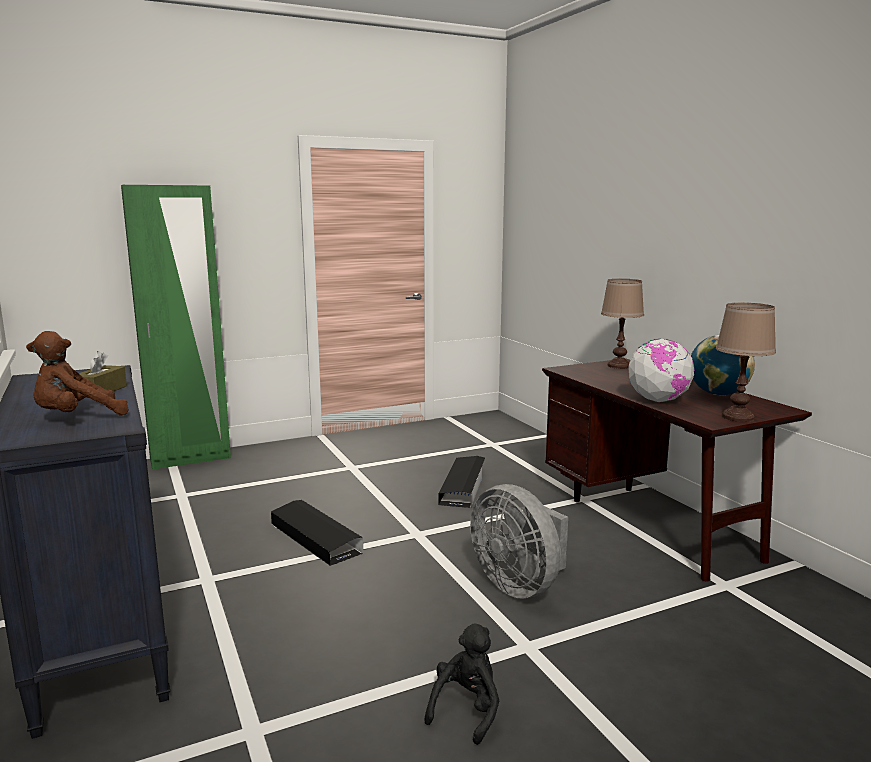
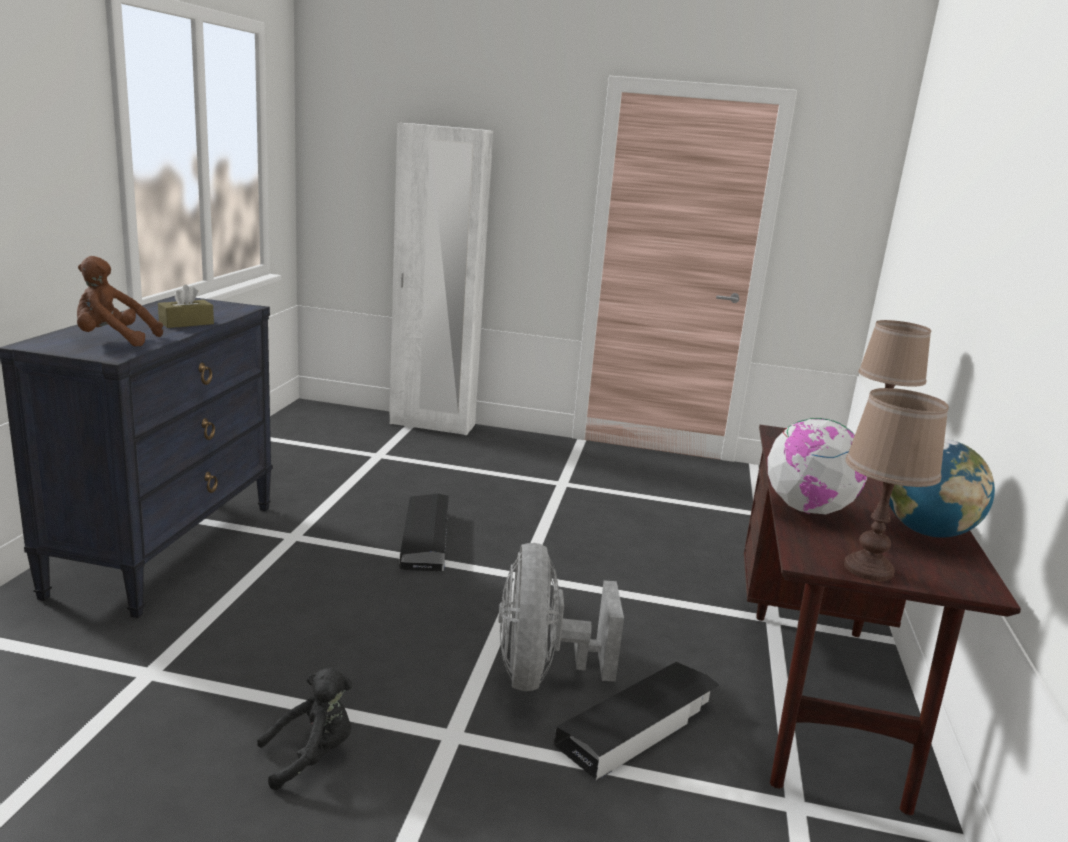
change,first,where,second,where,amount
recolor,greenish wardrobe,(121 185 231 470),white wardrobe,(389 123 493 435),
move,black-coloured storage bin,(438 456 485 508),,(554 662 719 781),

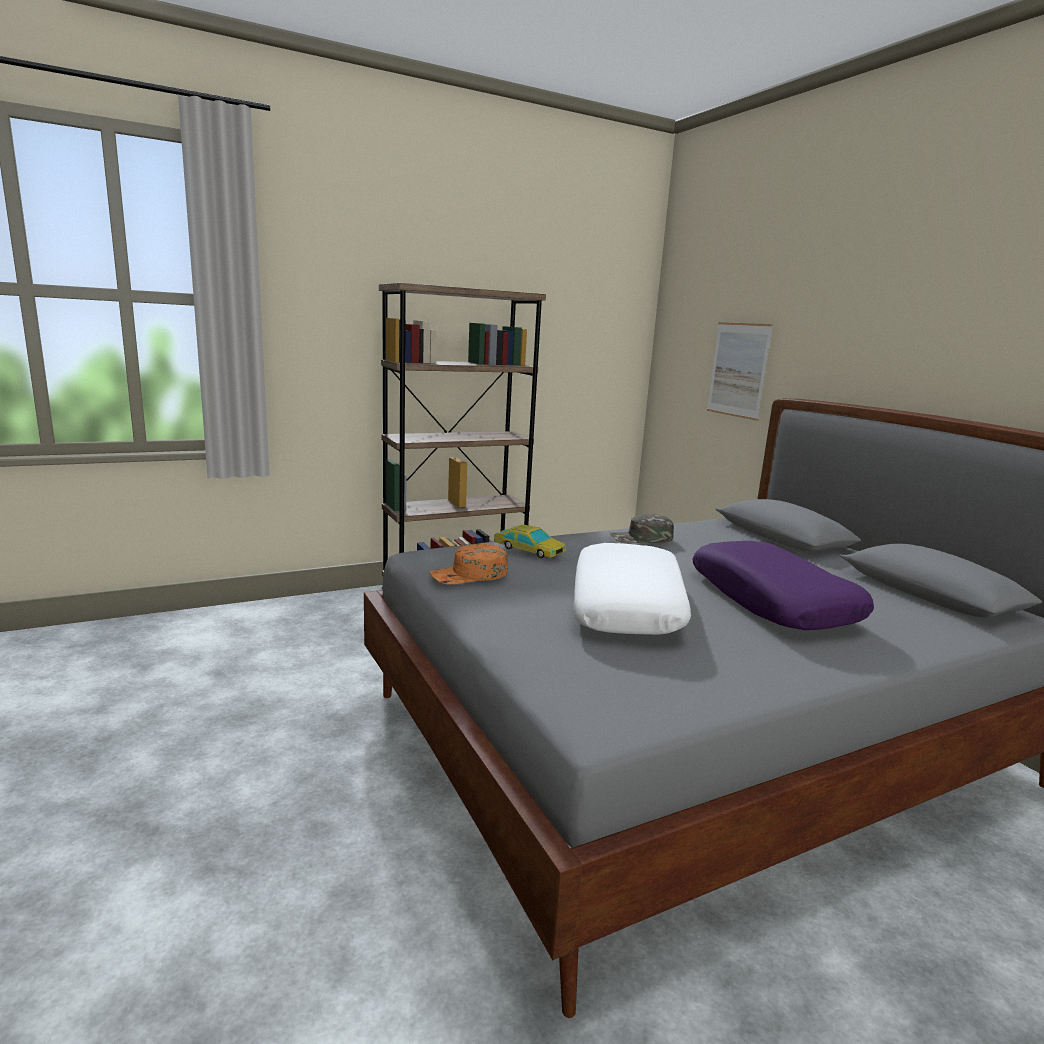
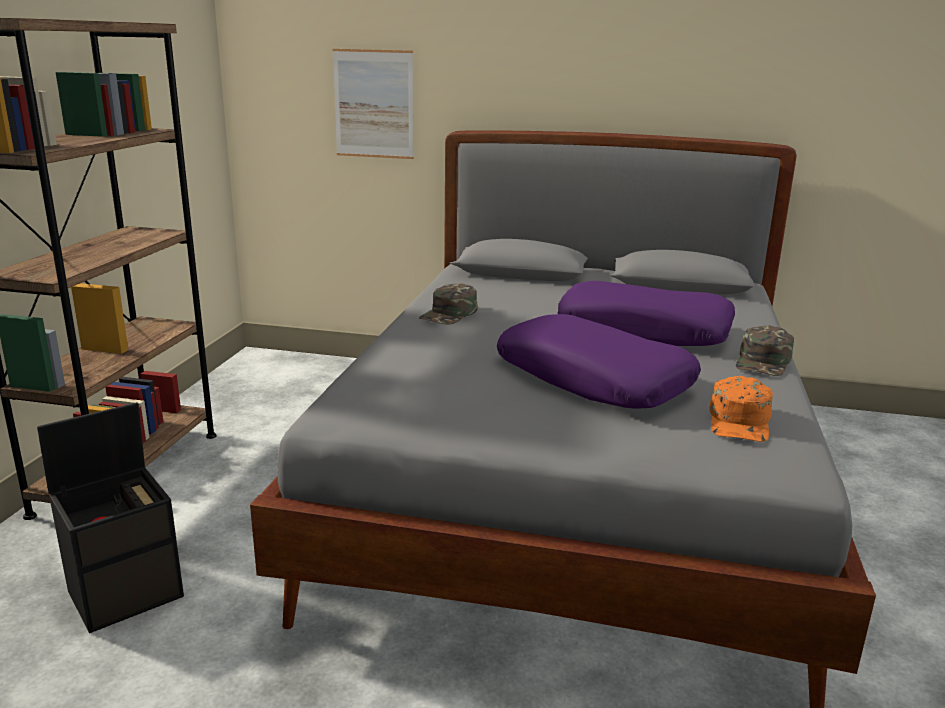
change,first,where,second,where,amount
insert,,,black-coloured storage bin,(37 402 184 633),
recolor,white cushion,(573 543 691 635),purplish cushion,(497 314 701 409),
move,orangey cap,(429 543 508 585),,(710 376 773 442),
insert,,,greenish cap,(736 325 794 376),
delete,model car,(494 525 566 558),,,

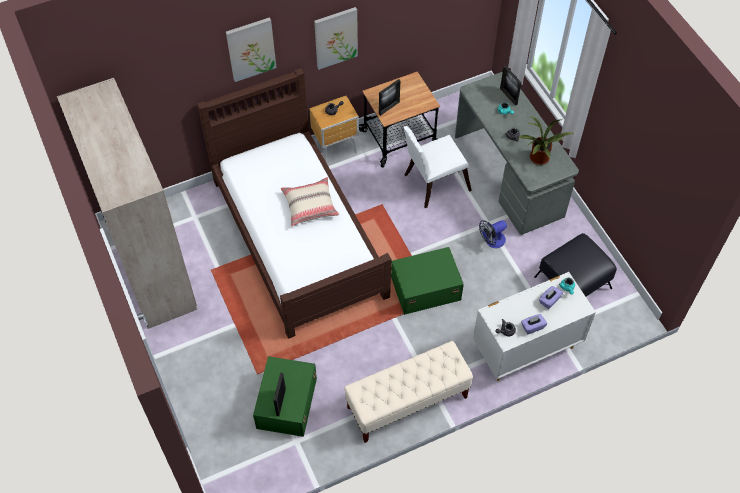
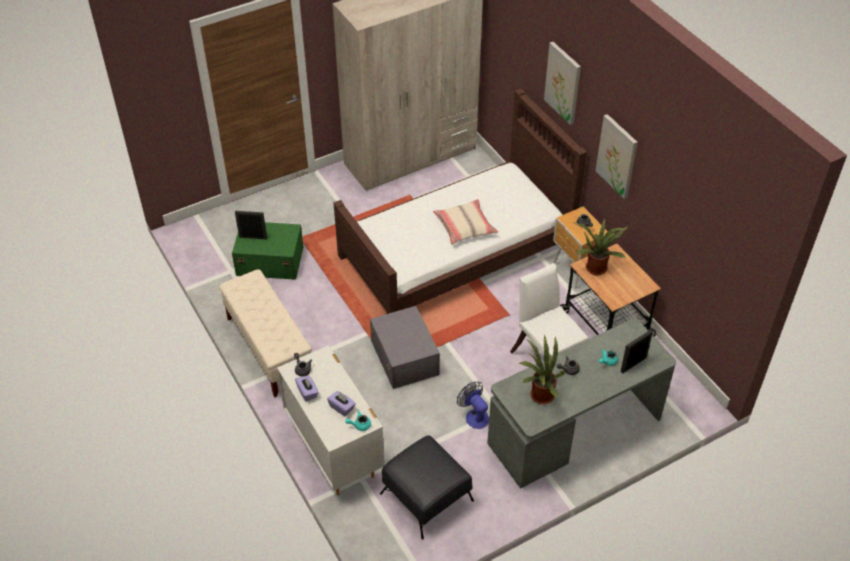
change,first,where,second,where,amount
recolor,greenish storage bin,(391 247 464 315),greyish storage bin,(370 306 440 389),
replace,standing frame,(379 79 400 116),potted plant,(574 219 628 275),

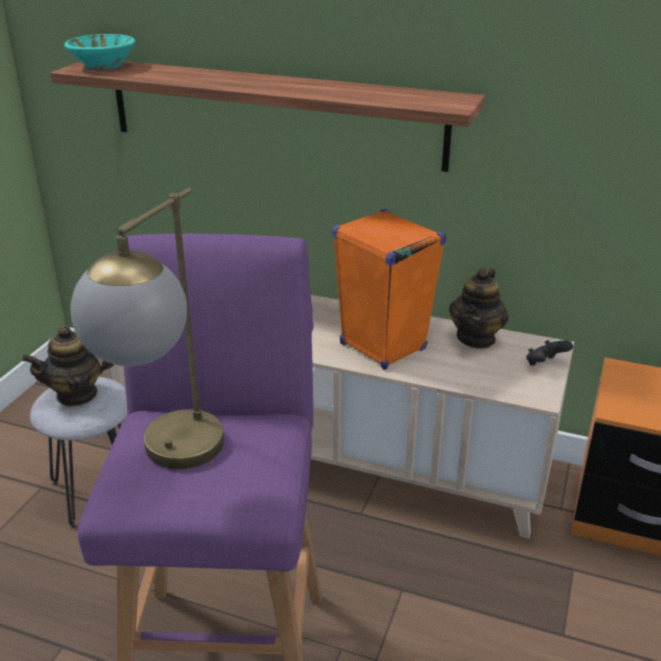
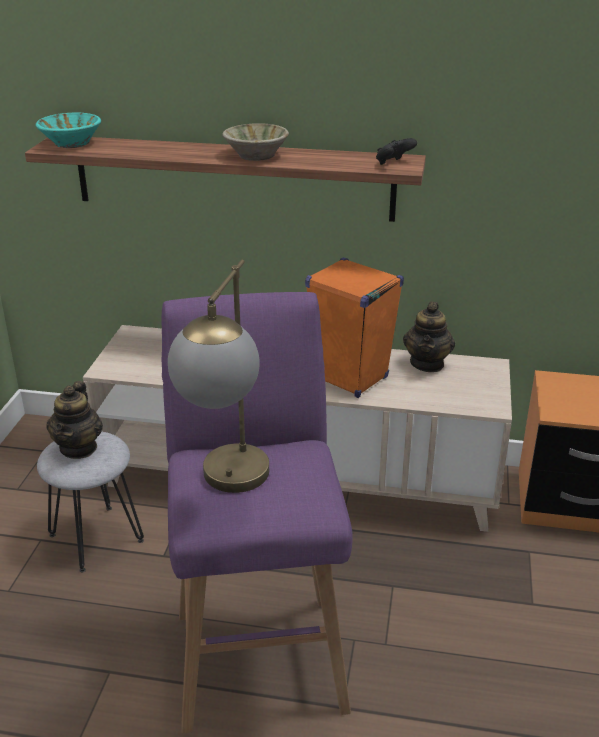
change,first,where,second,where,amount
rotate,pot for tea,(22 325 114 406),,(46 381 103 459),45 degrees counterclockwise
insert,,,sand-coloured deep dish,(222 123 289 161),
move,black-coloured game controller,(526 340 573 366),,(376 138 417 165),

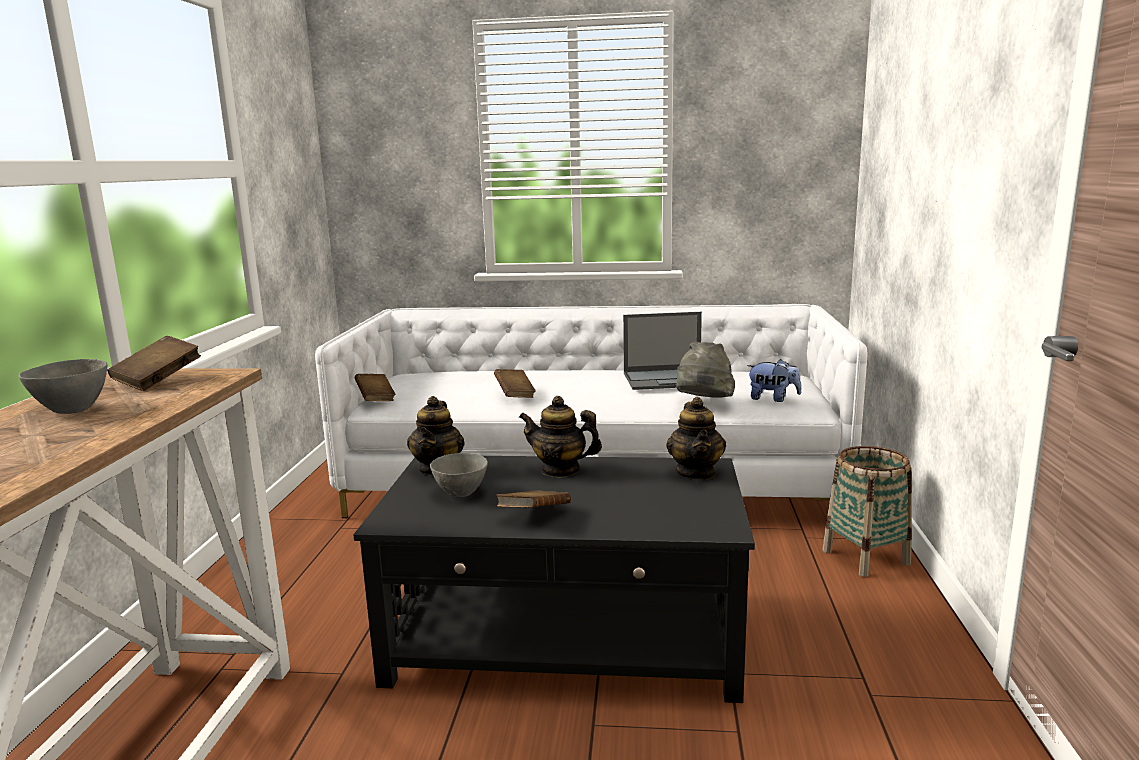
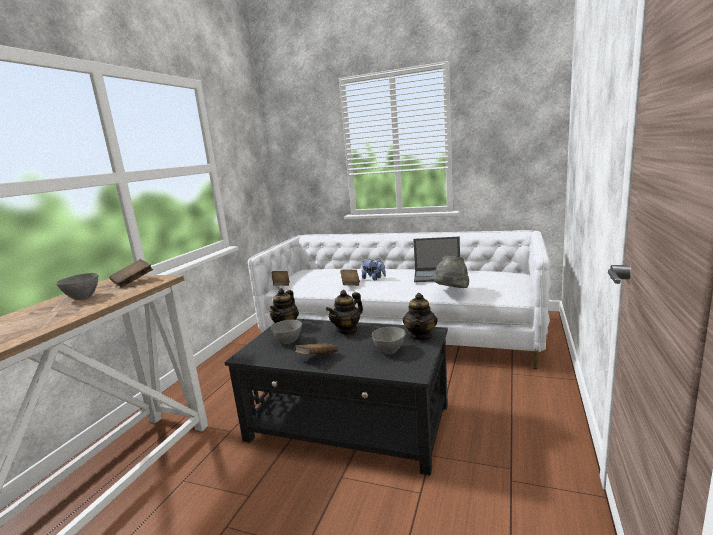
change,first,where,second,where,amount
rotate,pot for tea,(519 396 602 478),,(326 290 363 335),75 degrees counterclockwise
move,soft toy,(747 359 802 402),,(361 258 386 280),
insert,,,greyish deep dish,(372 327 406 354),
delete,storage basket,(823 446 912 577),,,

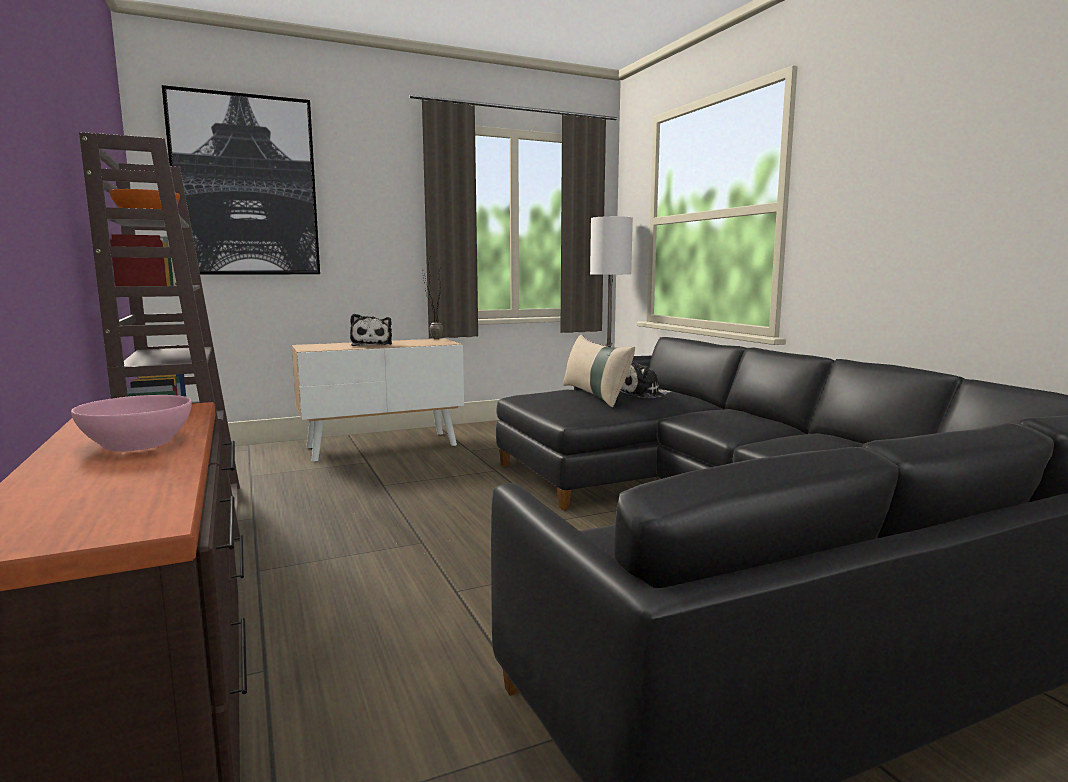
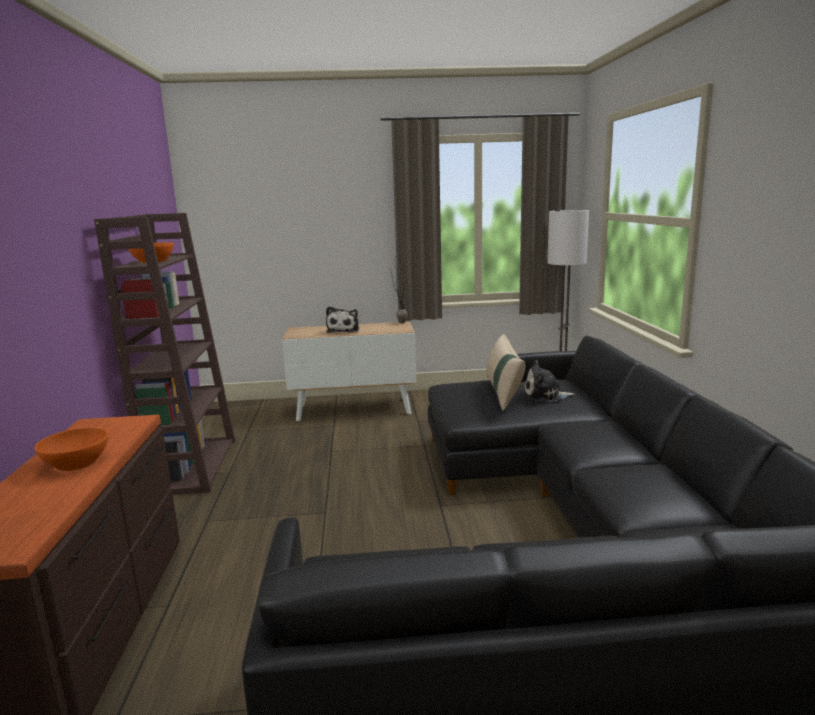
change,first,where,second,where,amount
recolor,pinkish deep dish,(71 395 192 451),orangey deep dish,(35 427 108 471),
delete,wall art,(162 85 320 275),,,

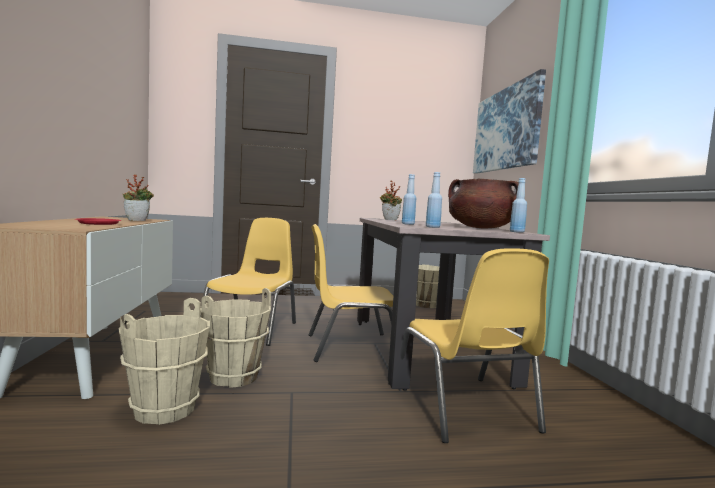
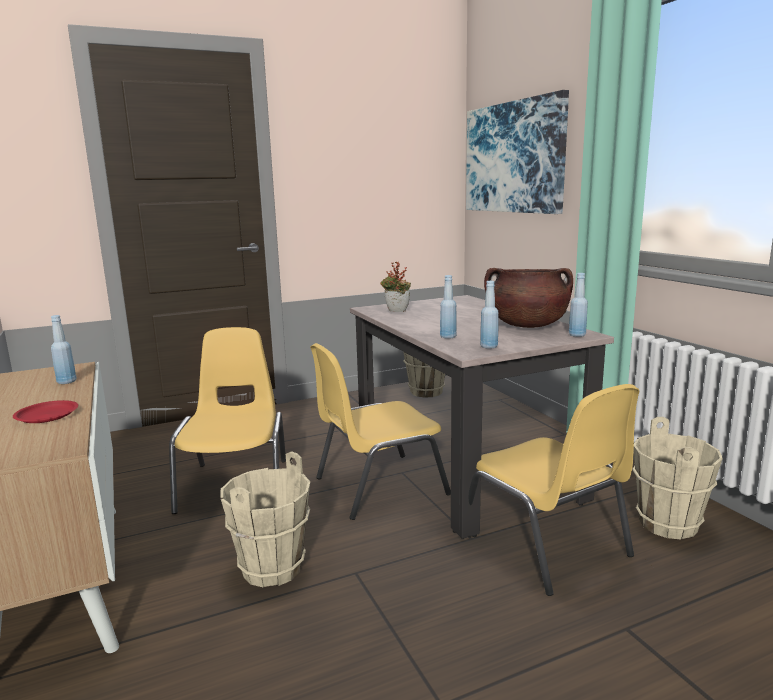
change,first,where,second,where,amount
replace,potted plant,(123 174 154 221),bluish drink bottle,(51 315 77 384),
move,sand-coloured water bucket,(118 298 210 425),,(632 417 723 539),

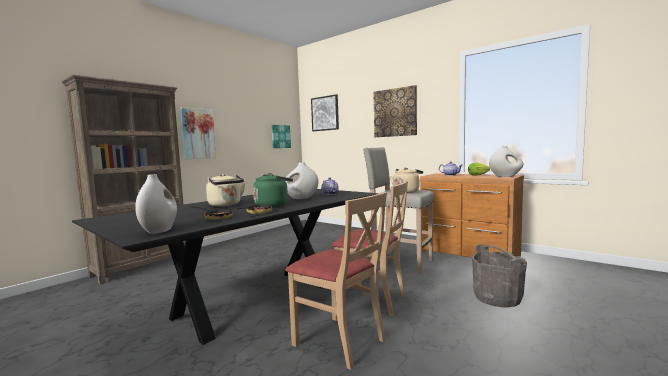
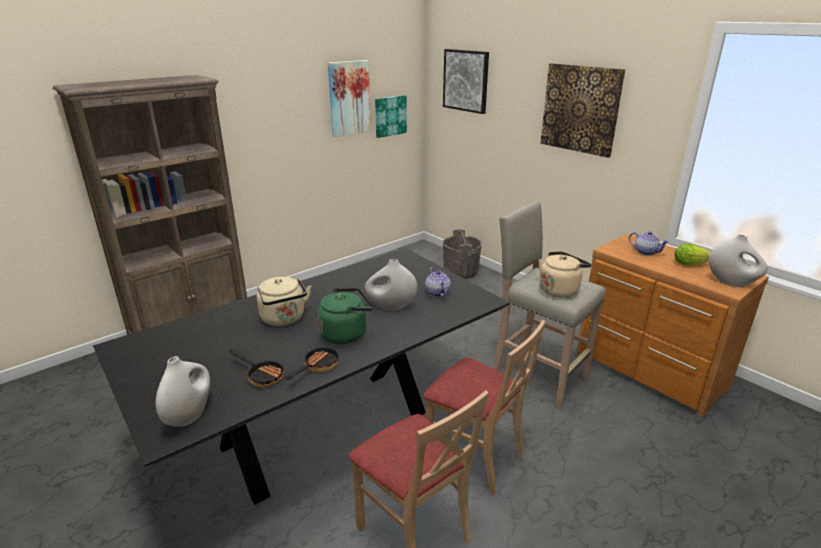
change,first,where,second,where,amount
move,wall art,(181 107 216 159),,(328 60 371 137),
move,greyish water bucket,(472 245 527 308),,(442 229 482 279),

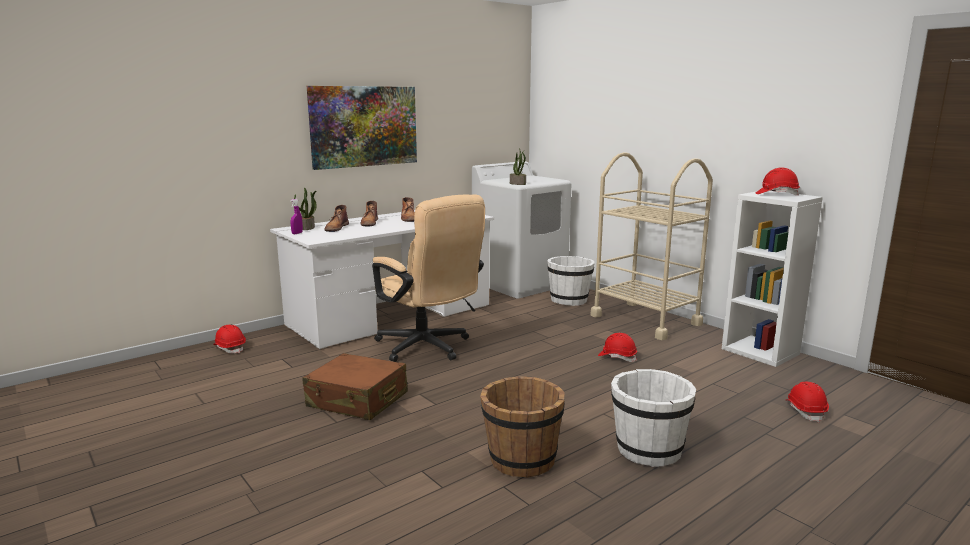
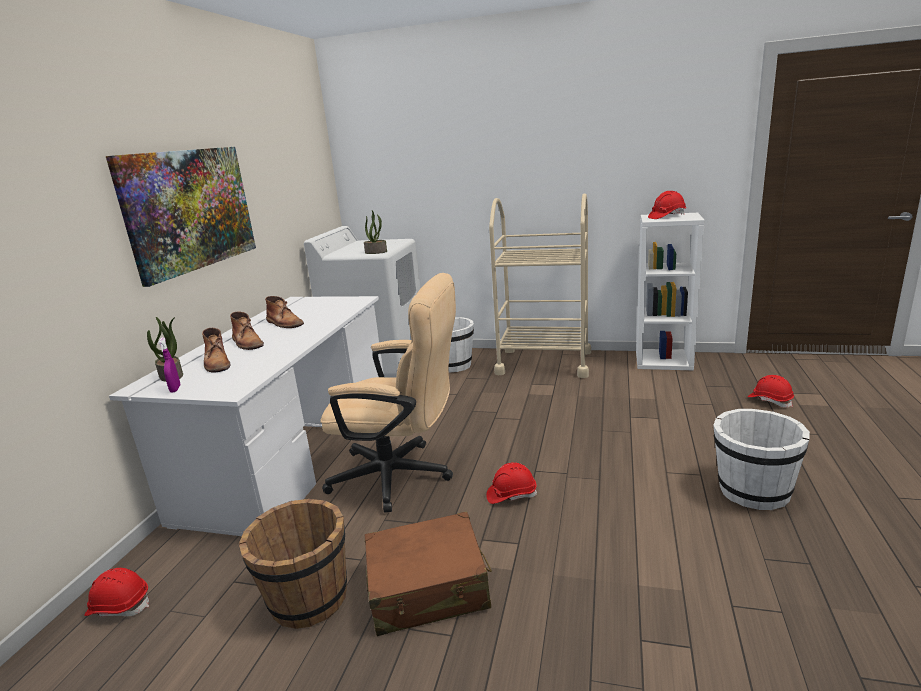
change,first,where,second,where,amount
move,brownish water bucket,(480 376 565 478),,(239 499 347 629),
move,reddish work helmet,(598 333 637 362),,(486 462 537 504),

